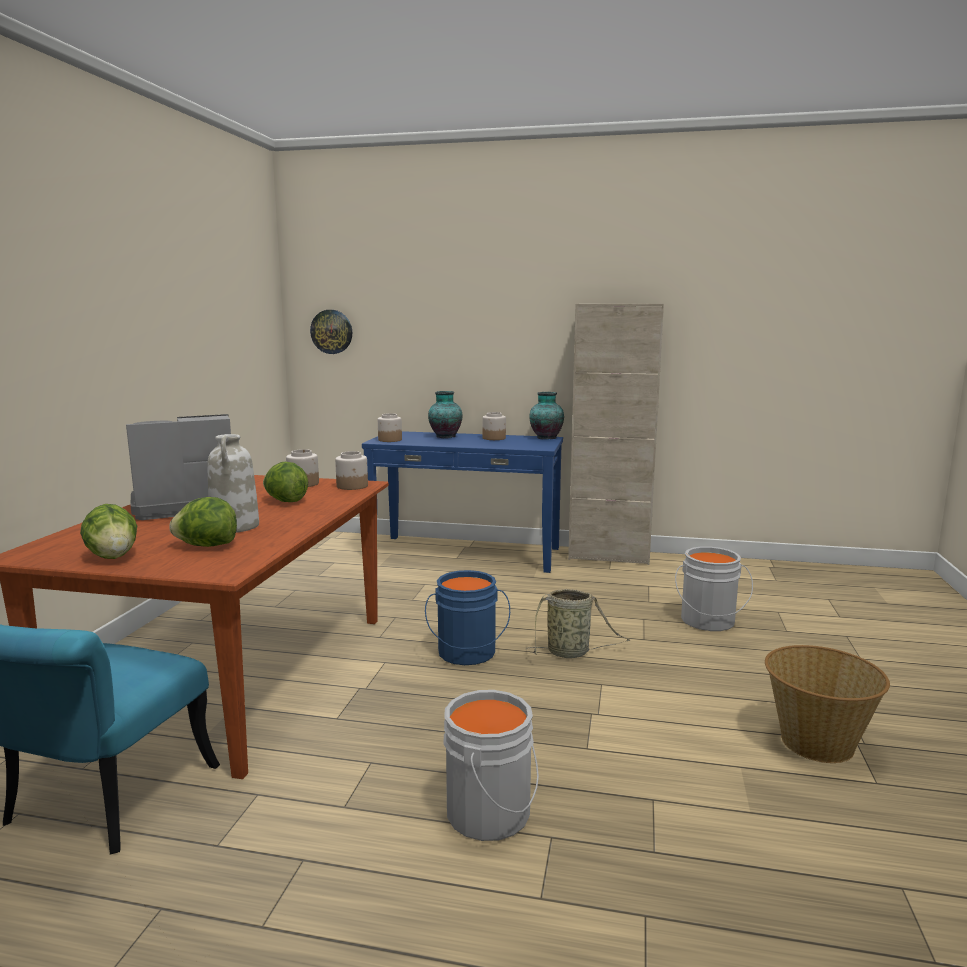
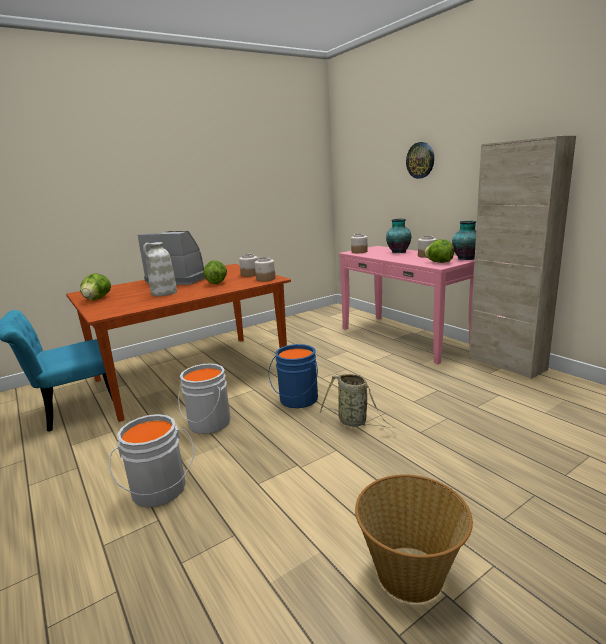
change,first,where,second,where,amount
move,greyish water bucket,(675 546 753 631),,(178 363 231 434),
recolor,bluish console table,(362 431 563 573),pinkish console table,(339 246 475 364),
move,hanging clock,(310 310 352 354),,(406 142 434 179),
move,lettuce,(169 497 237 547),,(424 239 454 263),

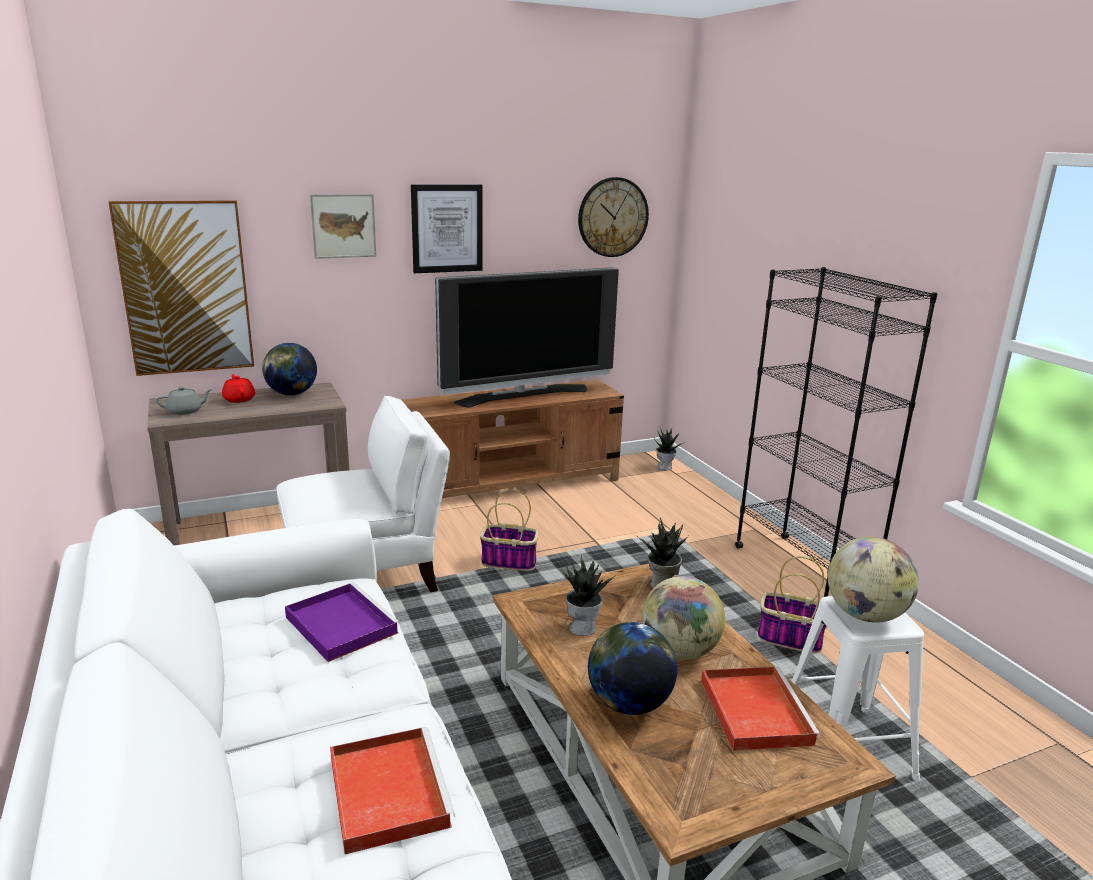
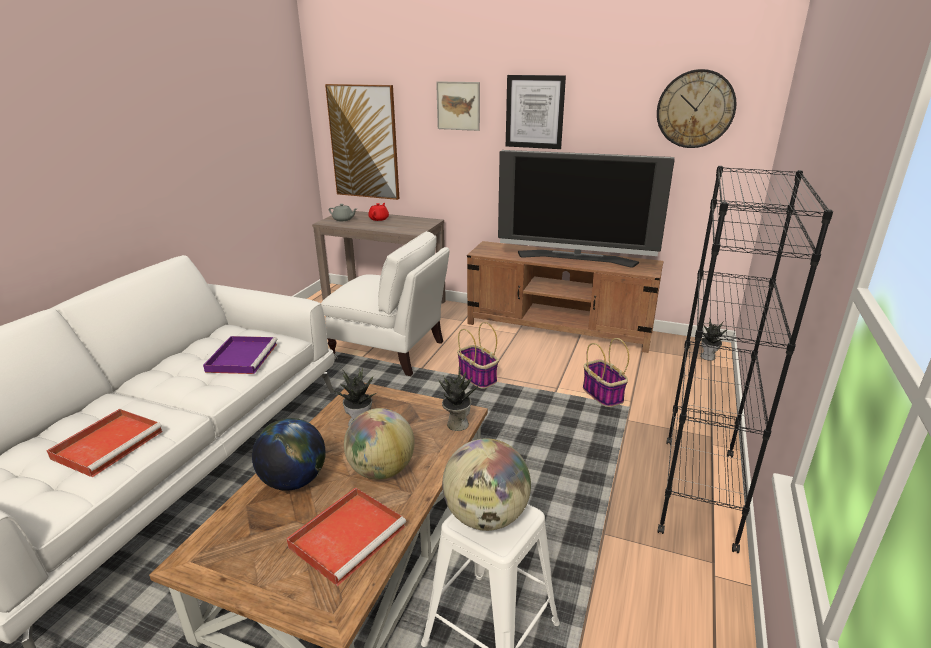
change,first,where,second,where,amount
move,storage basket,(758 556 826 654),,(583 338 629 407),
delete,world globe,(262 343 317 396),,,

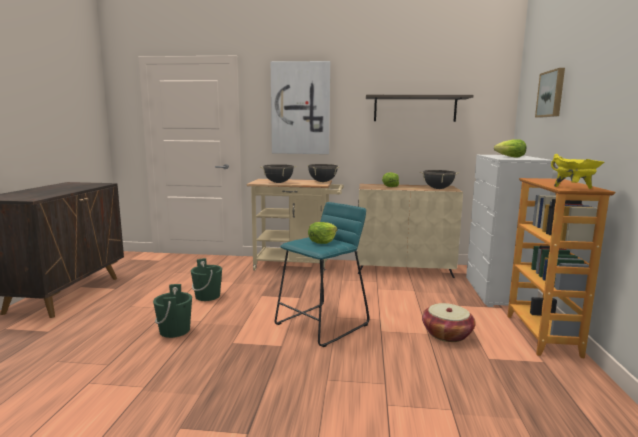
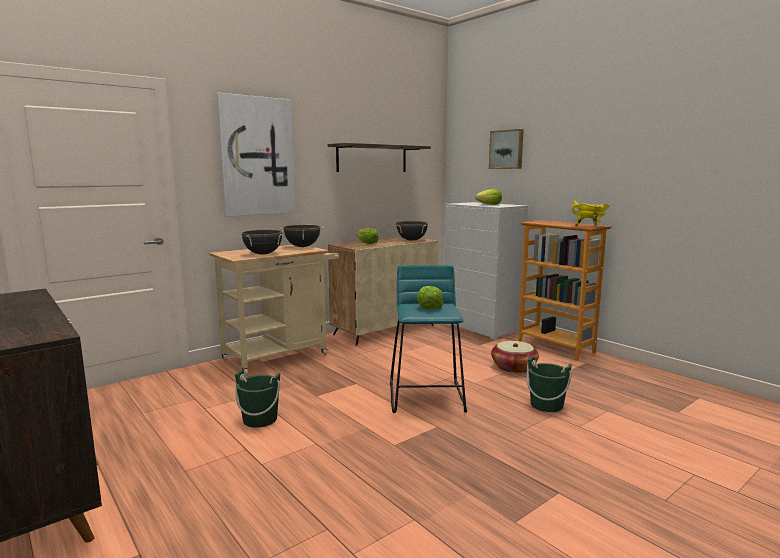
change,first,where,second,where,amount
move,greenish water bucket,(153 284 192 338),,(527 356 572 412),

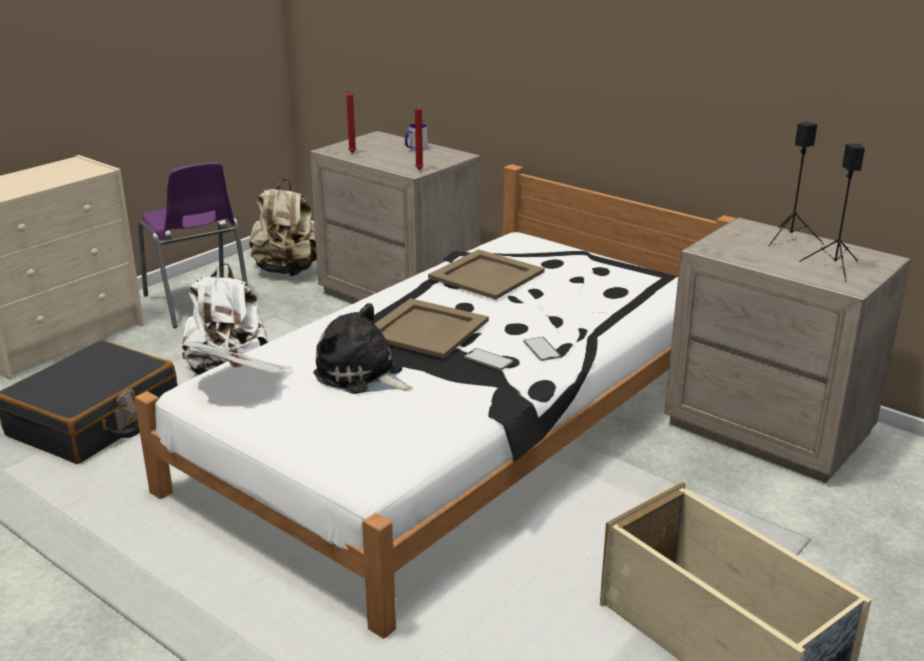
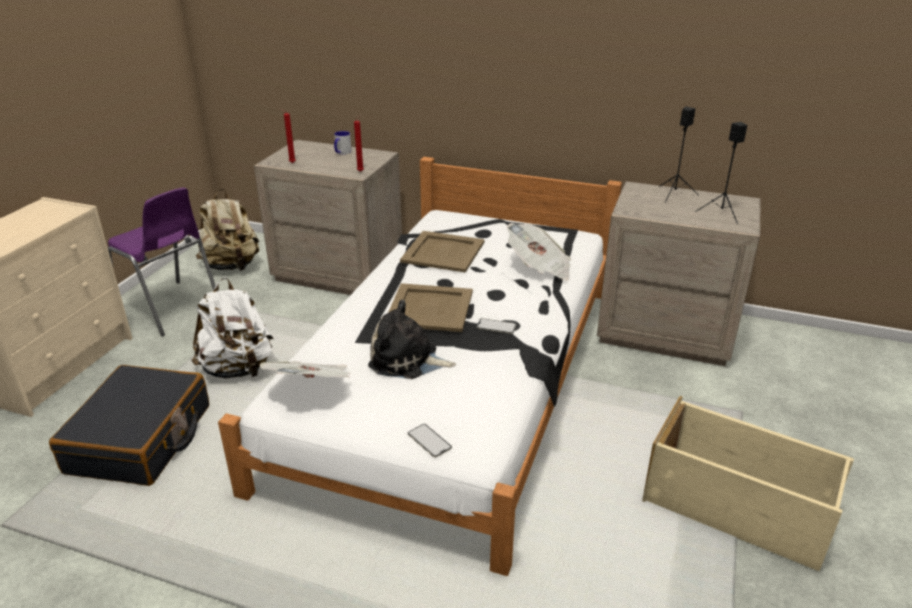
change,first,where,second,where,amount
move,phone,(523 337 561 361),,(408 424 452 457),
insert,,,printed paper,(507 223 571 280),

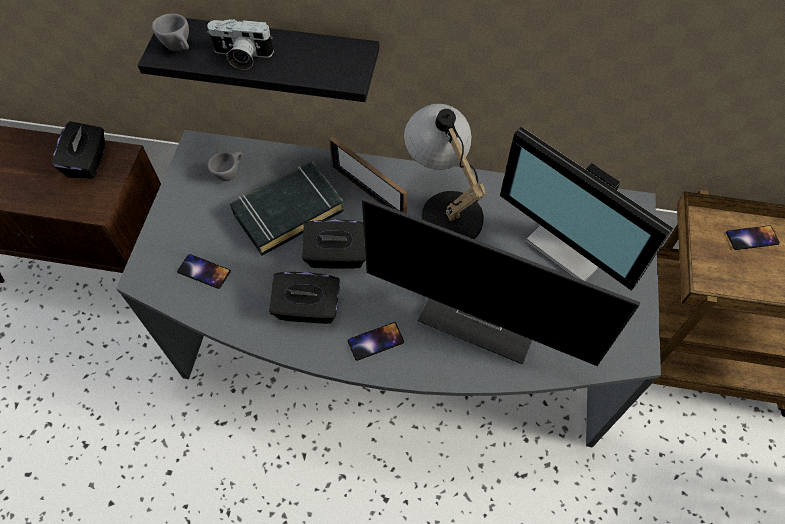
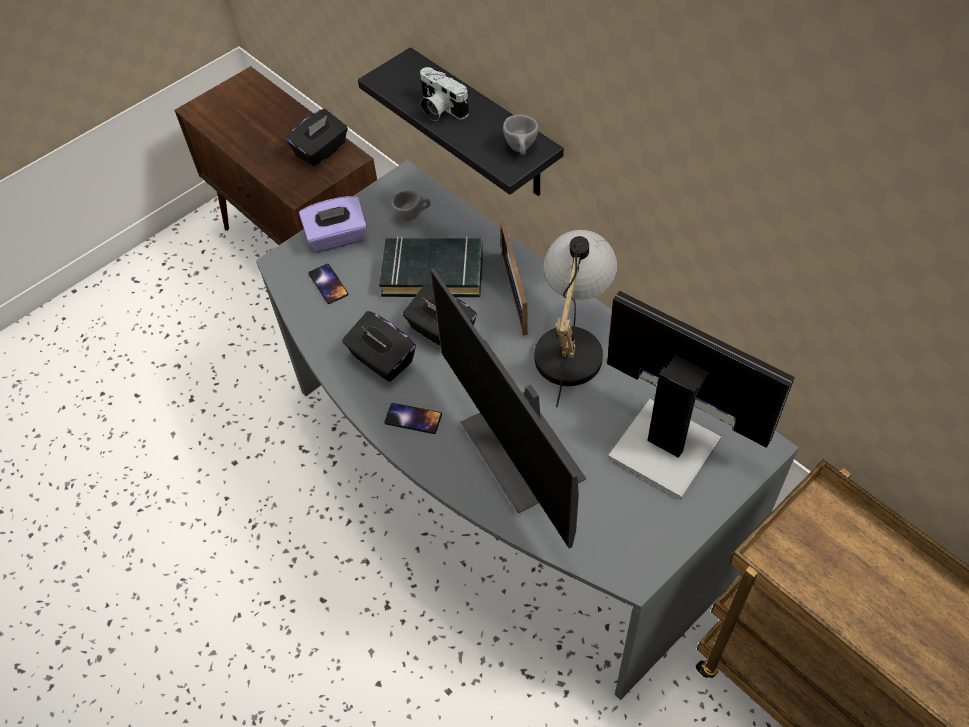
change,first,where,second,where,amount
insert,,,purplish box of tissues,(299 196 367 252),
move,greyish small cup,(152 14 189 51),,(503 115 538 155),
rotate,computer screen,(500 127 673 290),,(607 291 795 500),135 degrees clockwise
delete,phone,(726 225 780 250),,,

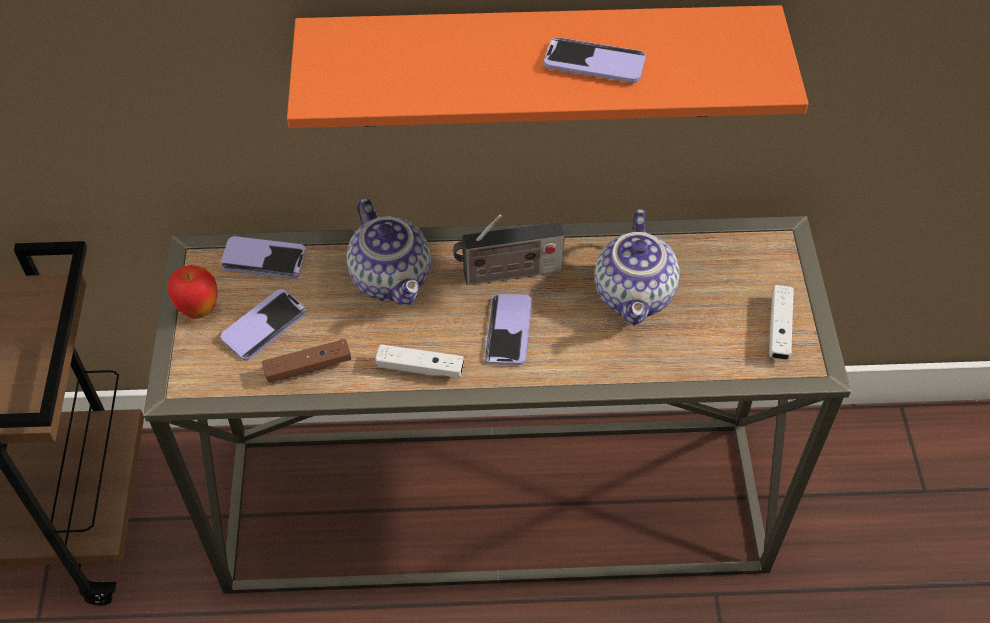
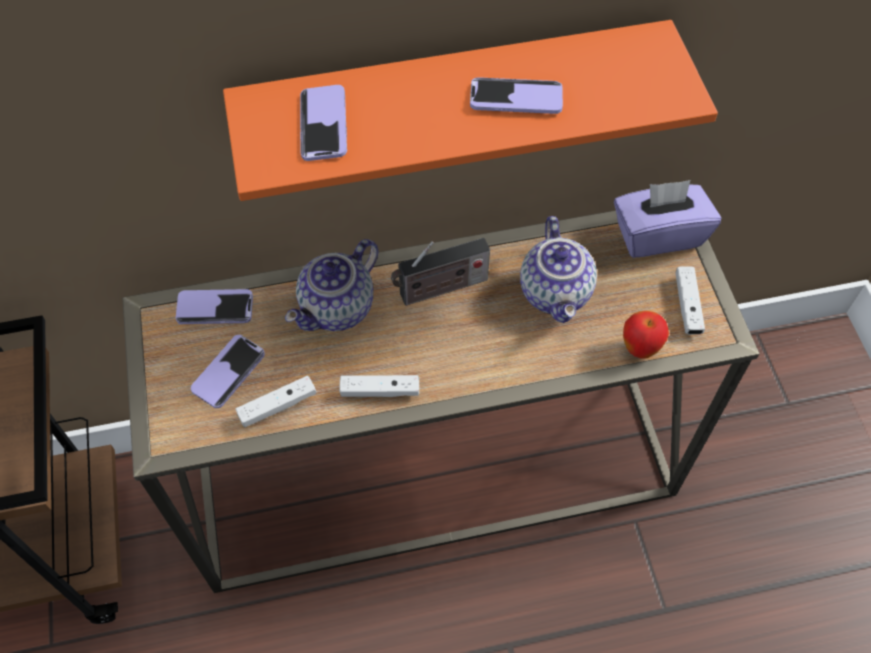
change,first,where,second,where,amount
recolor,brownish game controller,(262 339 351 383),white game controller,(235 375 316 427),
rotate,pot for tea,(346 198 431 306),,(285 239 378 331),75 degrees clockwise
move,phone,(485 294 532 365),,(300 85 347 161),
insert,,,purplish box of tissues,(614 180 722 258),
move,apple,(167 265 218 319),,(623 311 669 359),

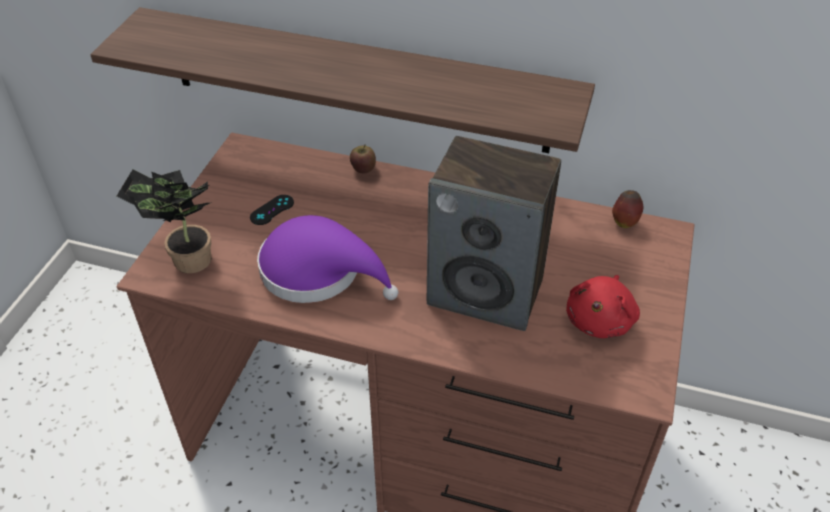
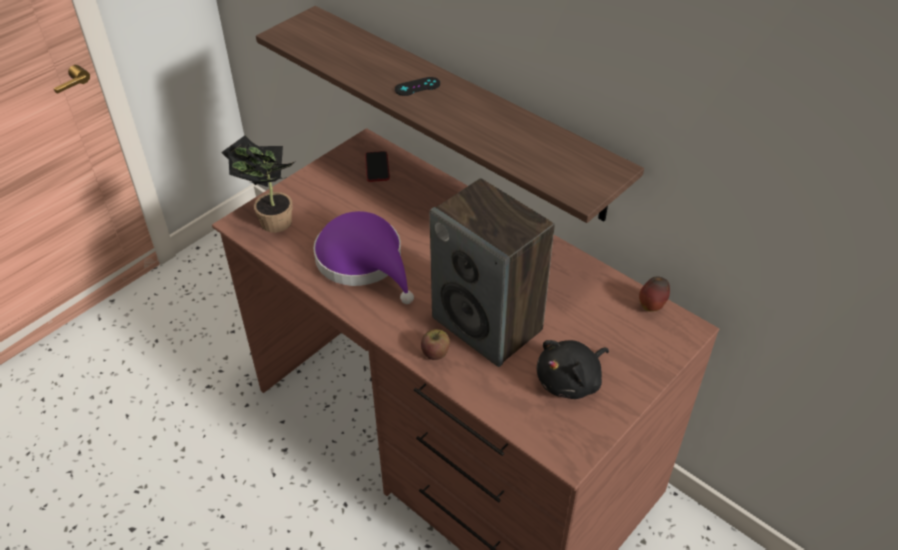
change,first,where,second,where,amount
insert,,,phone,(365 151 390 182),
move,black-coloured game controller,(250 195 294 225),,(395 77 440 96),
move,apple,(350 145 376 174),,(421 329 450 360),
recolor,reddish soft toy,(566 275 640 338),black-coloured soft toy,(537 340 609 399),

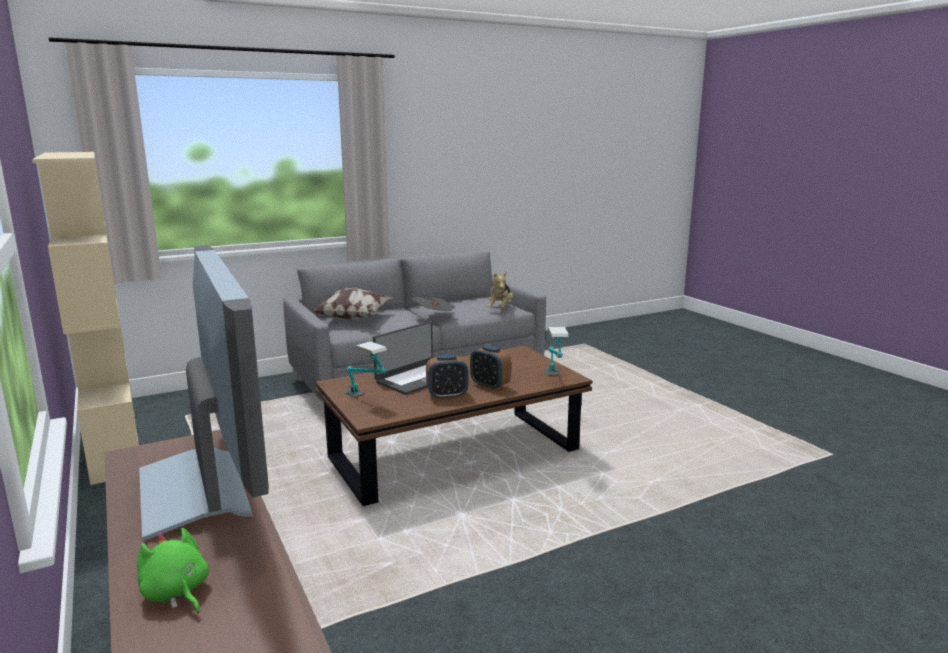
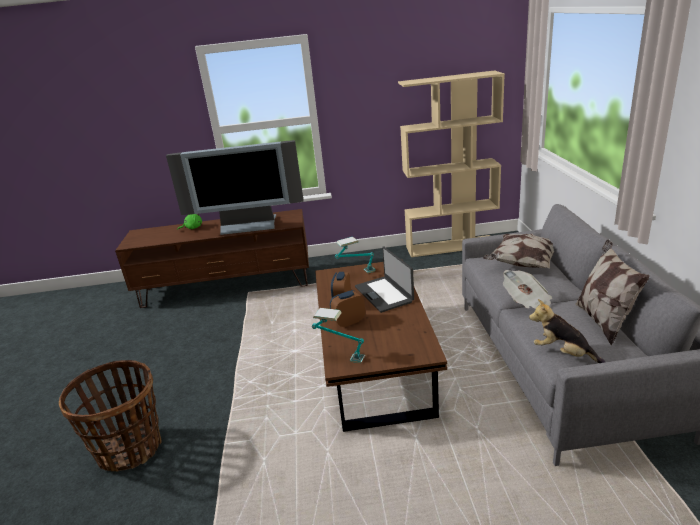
change,first,where,second,where,amount
insert,,,storage basket,(59 360 162 472),
insert,,,cushion,(575 239 650 345),

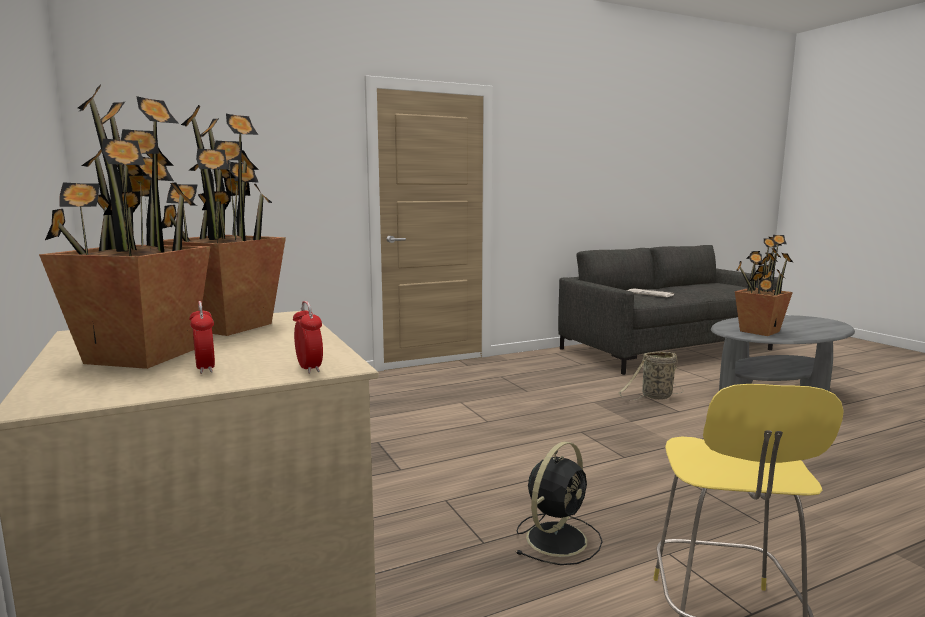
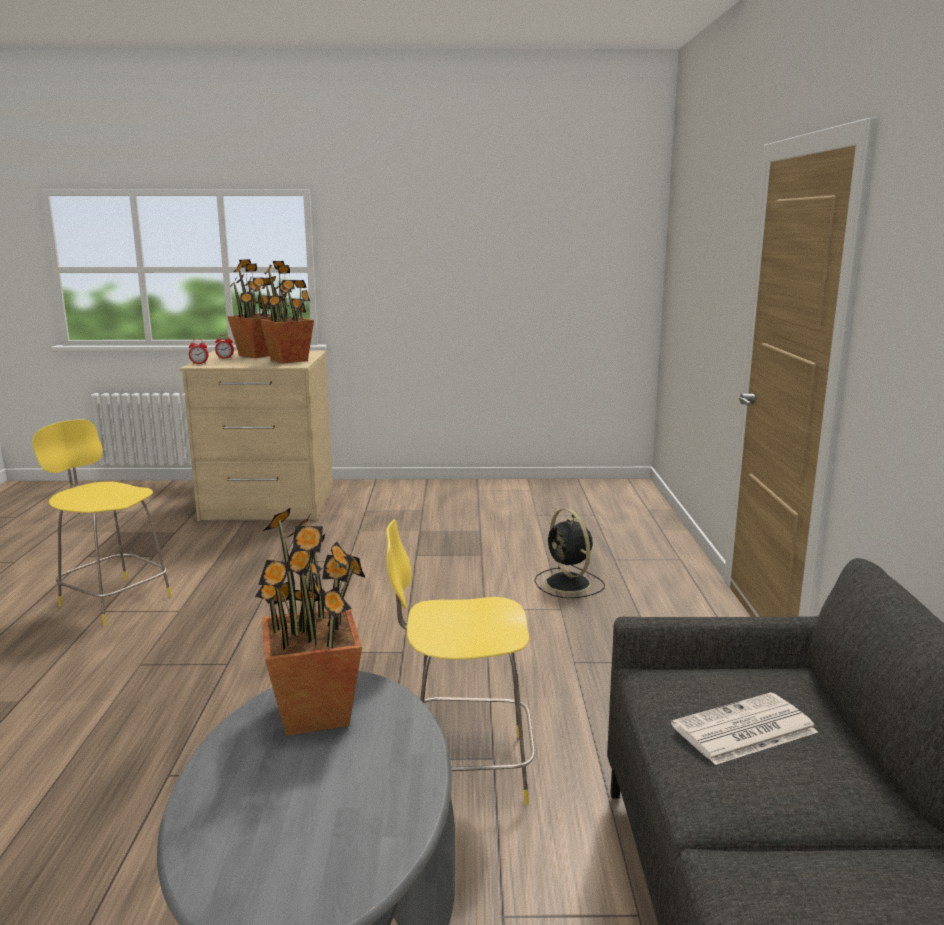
change,first,where,second,where,amount
replace,storage basket,(619 352 684 401),yellow stool seat,(386 519 535 805),
move,black-coloured electric fan,(517 441 602 565),,(534 508 605 598),

